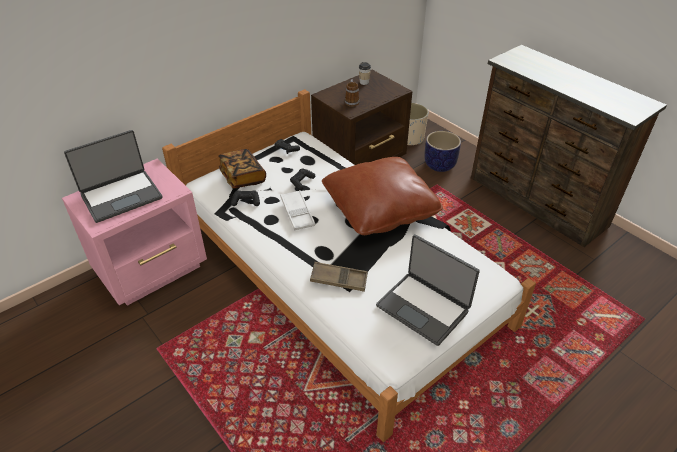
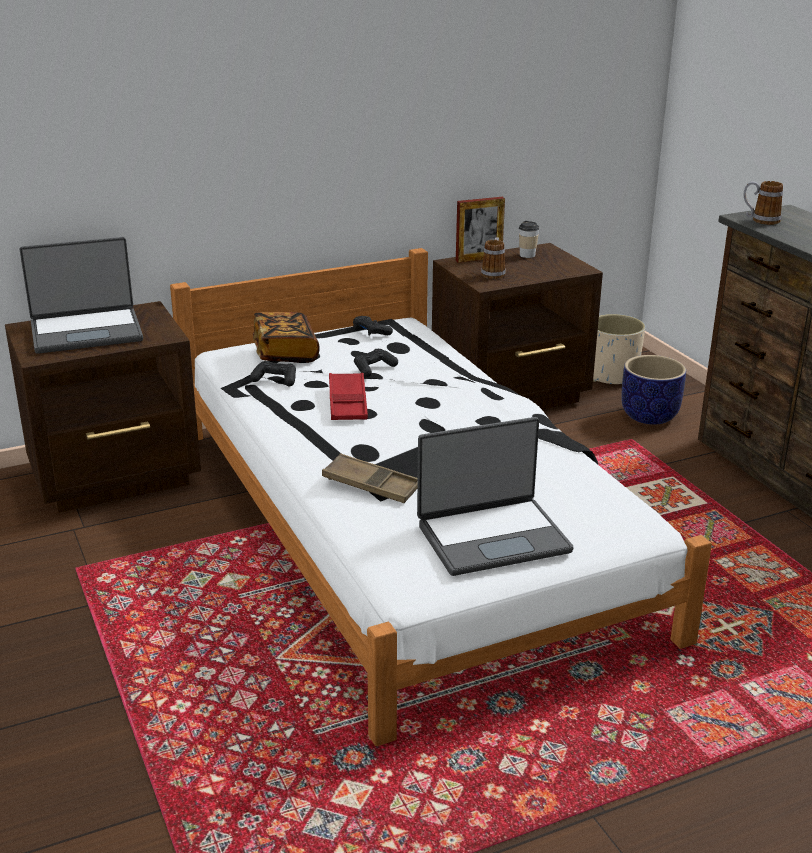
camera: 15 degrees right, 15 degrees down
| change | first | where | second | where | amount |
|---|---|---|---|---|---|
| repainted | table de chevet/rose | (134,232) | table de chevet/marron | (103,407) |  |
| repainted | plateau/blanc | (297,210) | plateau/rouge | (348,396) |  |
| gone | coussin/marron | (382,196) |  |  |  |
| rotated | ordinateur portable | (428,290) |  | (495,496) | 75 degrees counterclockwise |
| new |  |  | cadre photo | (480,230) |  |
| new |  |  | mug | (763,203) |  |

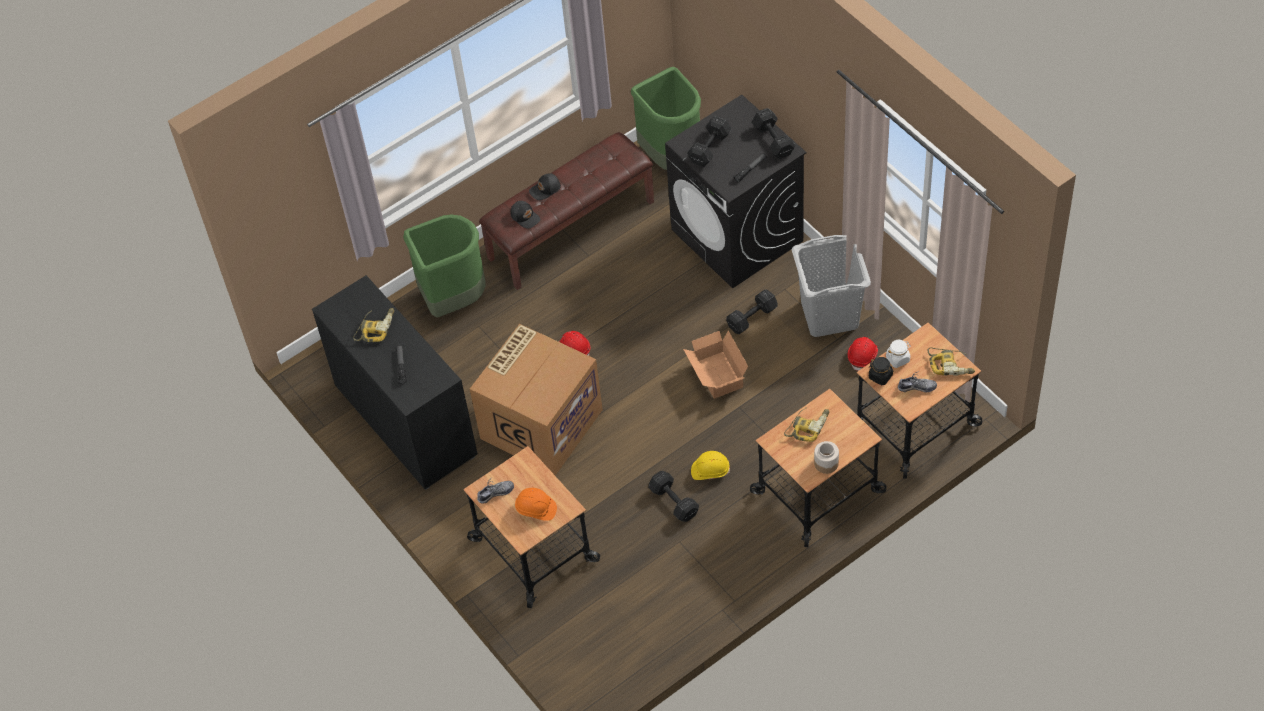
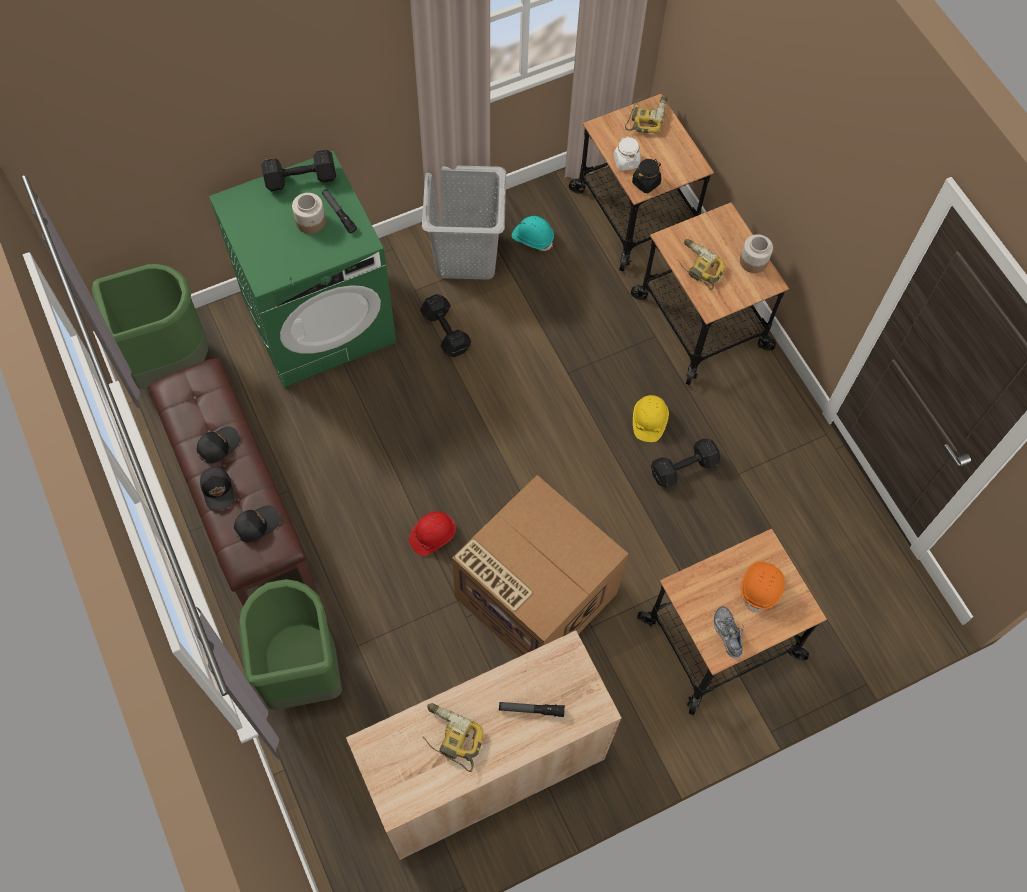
camera: 85 degrees left, 10 degrees up
| change | first | where | second | where | amount |
|---|---|---|---|---|---|
| repainted | meuble de rangement/noir | (395,382) | meuble de rangement/beige | (484,745) |  |
| repainted | lave-linge/noir | (735,191) | lave-linge/vert | (302,269) |  |
| gone | carton | (715,365) |  |  |  |
| gone | haltère/noir | (709,141) |  |  |  |
| repainted | casque de chantier/rouge | (863,354) | casque de chantier/turquoise | (533,233) |  |
| gone | chaussure | (917,381) |  |  |  |
| new |  |  | casquette/noir | (218,445) |  |
| new |  |  | bocal | (309,213) |  |

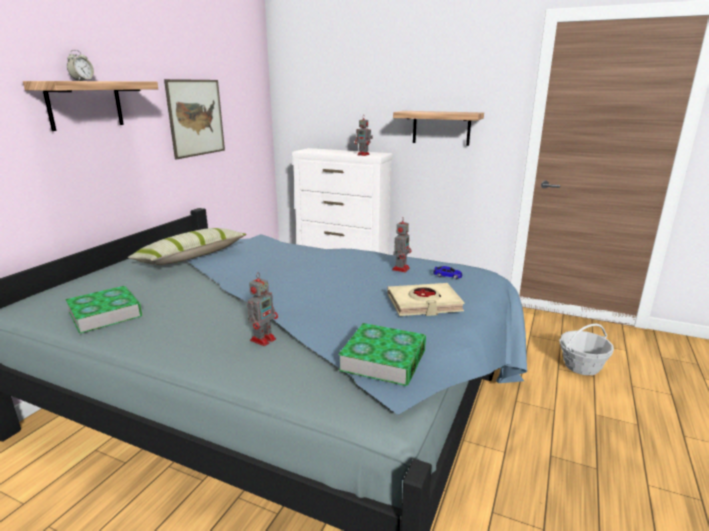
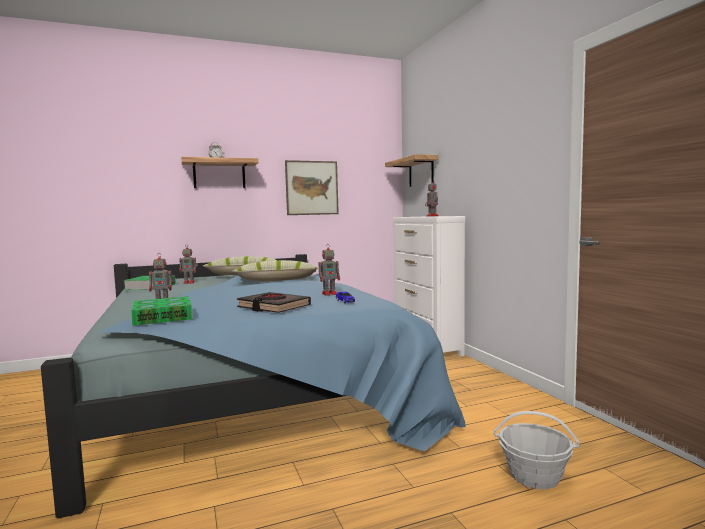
camera: 45 degrees right, 15 degrees down
| change | first | where | second | where | amount |
|---|---|---|---|---|---|
| repainted | livre/beige | (425,299) | livre/noir | (274,302) |  |
| shifted | étagère | (438,128) |  | (412,170) |  |
| new |  |  | robot jouet | (188,266) |  |
| new |  |  | coussin | (275,270) |  |

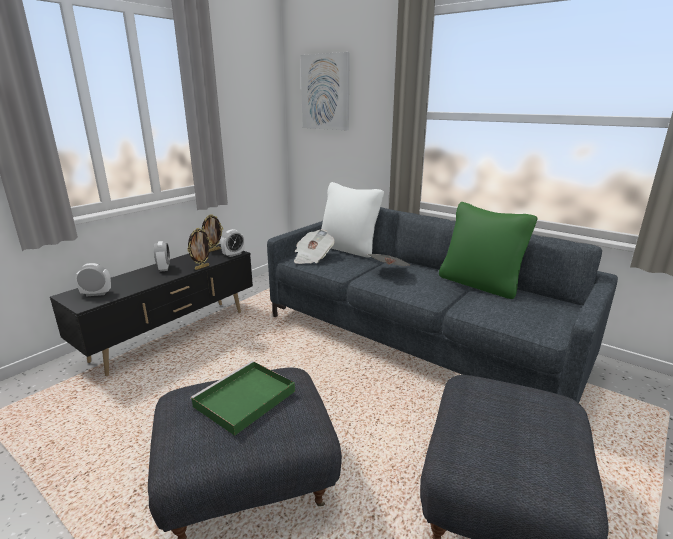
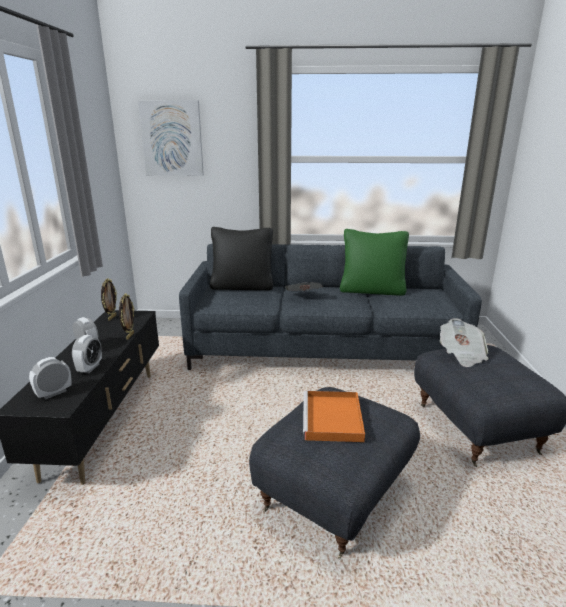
camera: 35 degrees left, 0 degrees up
| change | first | where | second | where | amount |
|---|---|---|---|---|---|
| repainted | plateau/vert | (242,398) | plateau/orange | (334,416) |  |
| shifted | réveil | (232,243) |  | (87,354) |  |
| shifted | journal | (314,246) |  | (464,343) |  |
| repainted | coussin/blanc | (352,220) | coussin/noir | (241,258) |  |

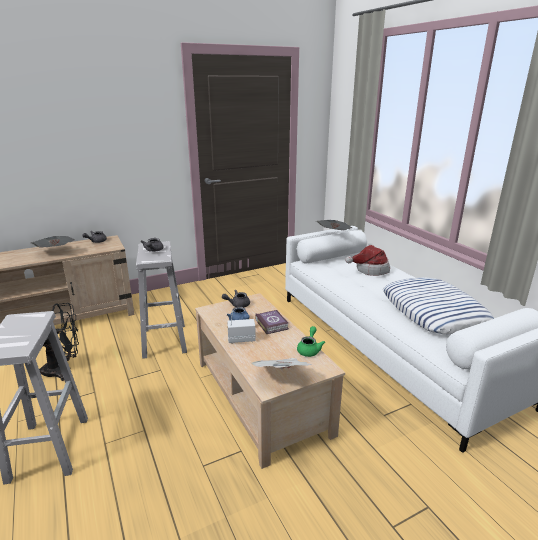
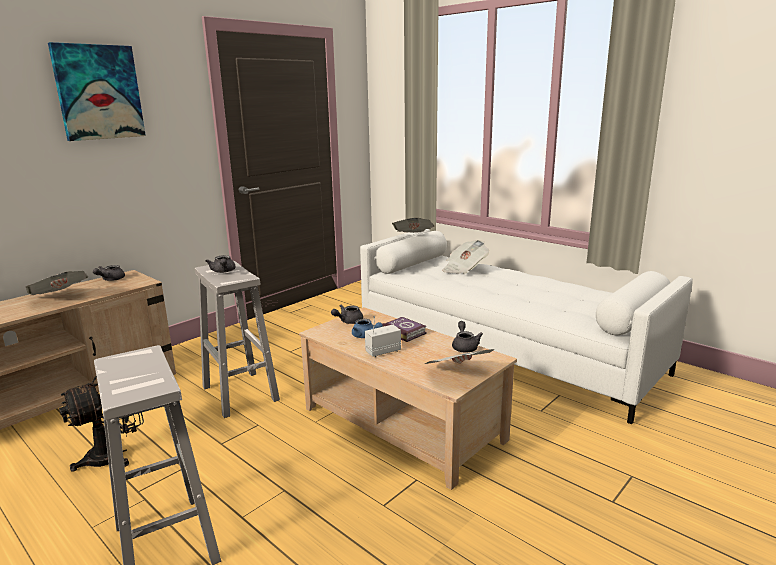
camera: 20 degrees left, 5 degrees down
| change | first | where | second | where | amount |
|---|---|---|---|---|---|
| repainted | théière/vert | (311,341) | théière/gris | (467,337) |  |
| swapped | chapeau | (367,260) | journal | (465,257) |  |
| gone | coussin | (438,305) |  |  |  |
| new |  |  | tableau | (97,91) |  |

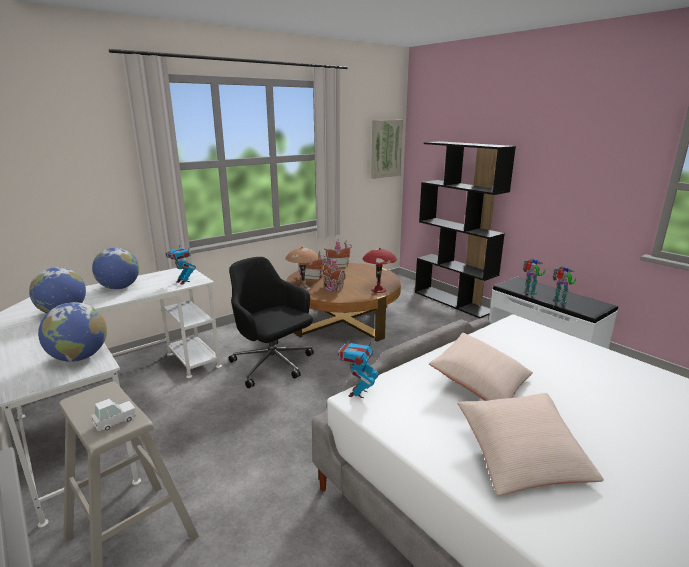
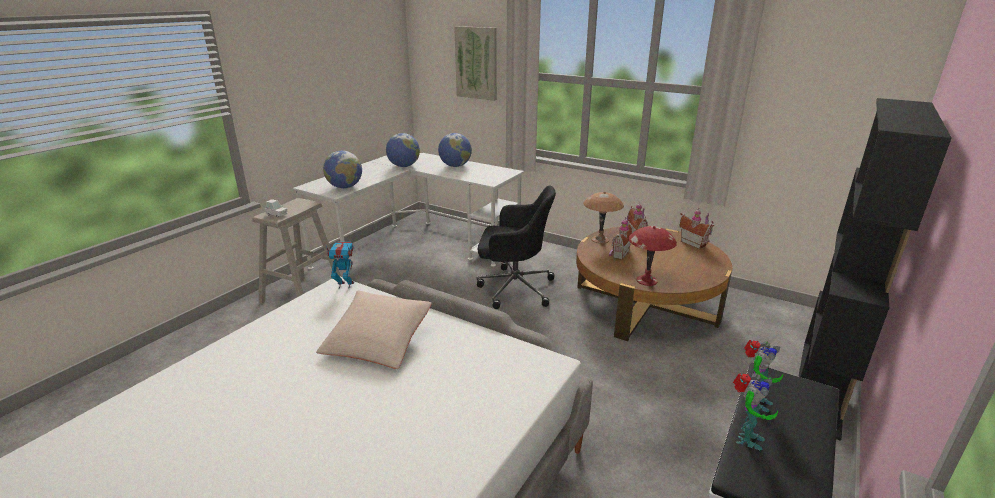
camera: 70 degrees right, 5 degrees up
| change | first | where | second | where | amount |
|---|---|---|---|---|---|
| gone | robot jouet | (181,262) |  |  |  |
| rotated | chaise de bureau/noir | (271,322) |  | (516,247) | 75 degrees clockwise |
| shifted | tableau | (387,149) |  | (475,63) |  |
| gone | coussin/beige | (530,444) |  |  |  |

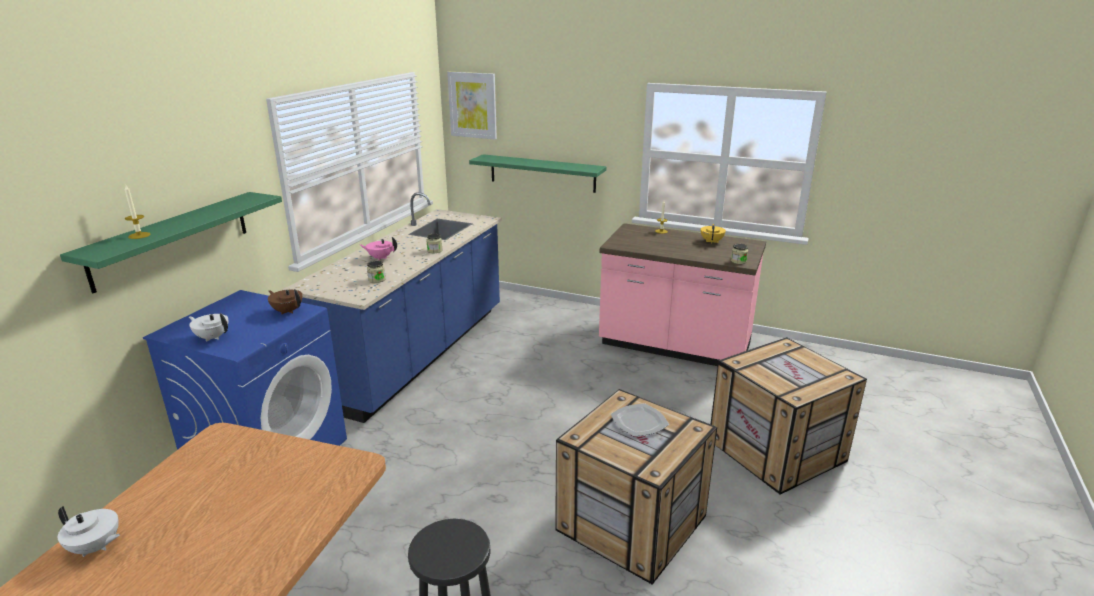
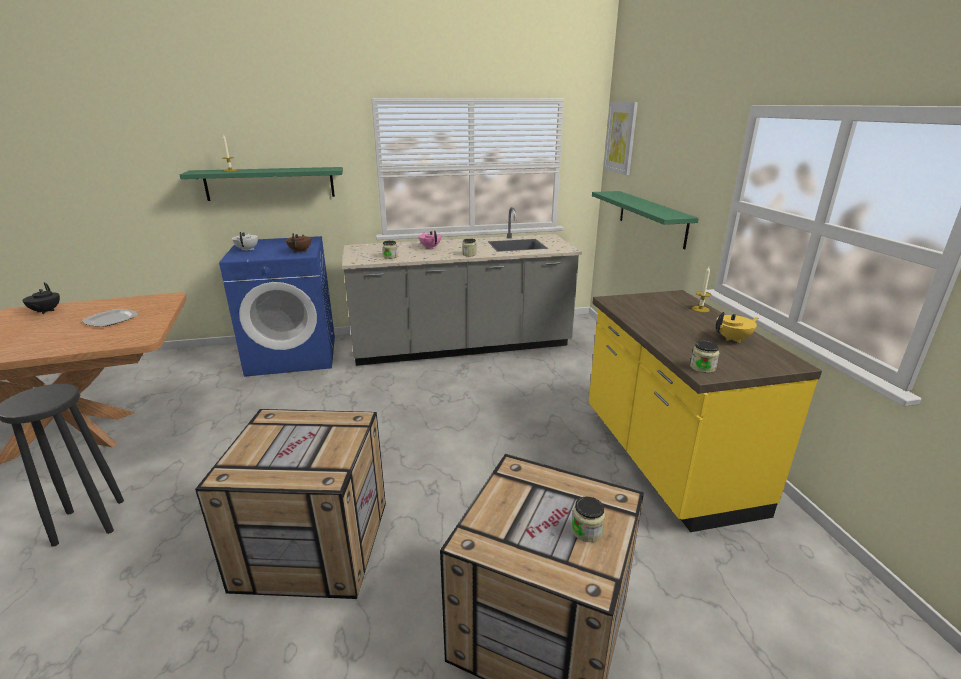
camera: 55 degrees right, 0 degrees up
| change | first | where | second | where | amount |
|---|---|---|---|---|---|
| repainted | théière/blanc | (89,531) | théière/noir | (41,298) |  |
| repainted | comptoir de cuisine/bleu | (392,307) | comptoir de cuisine/gris | (462,286) |  |
| repainted | comptoir de cuisine/rose | (682,294) | comptoir de cuisine/jaune | (705,411) |  |
| shifted | assiette | (640,419) |  | (111,318) |  |
| new |  |  | bocal | (588,519) |  |

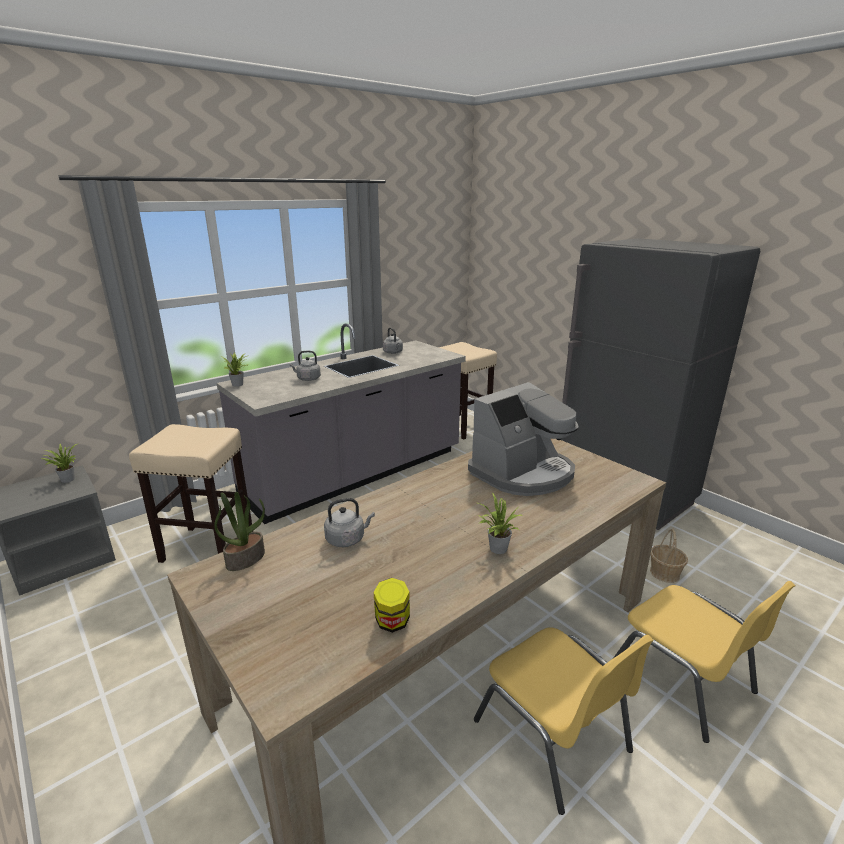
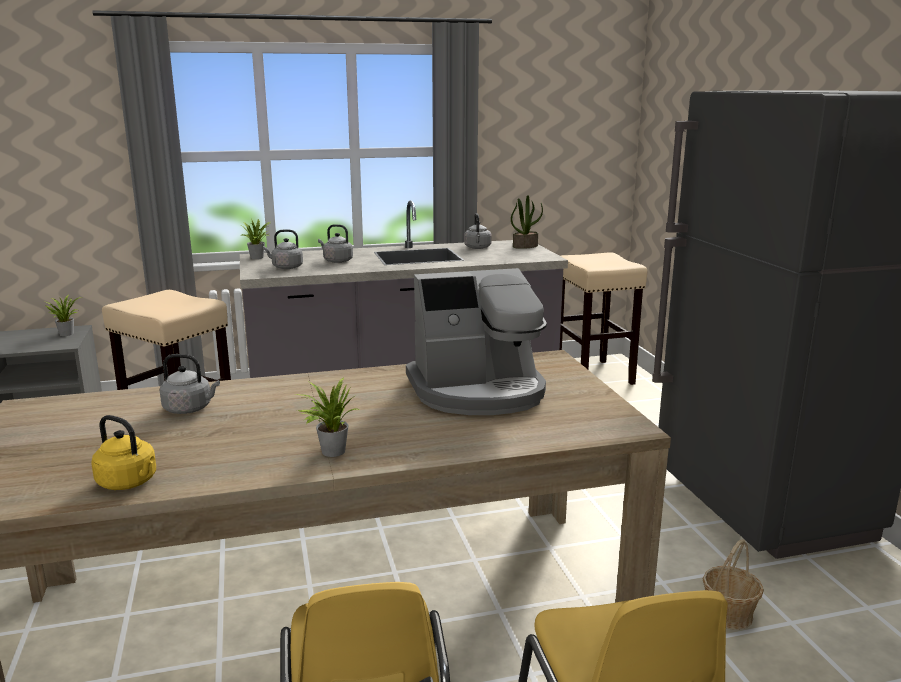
camera: 25 degrees right, 5 degrees down
| change | first | where | second | where | amount |
|---|---|---|---|---|---|
| shifted | plante en pot | (239,531) |  | (527,222) |  |
| swapped | bocal | (392,605) | bouilloire/jaune | (123,452) |  |
| new |  |  | bouilloire/gris | (283,249) |  |

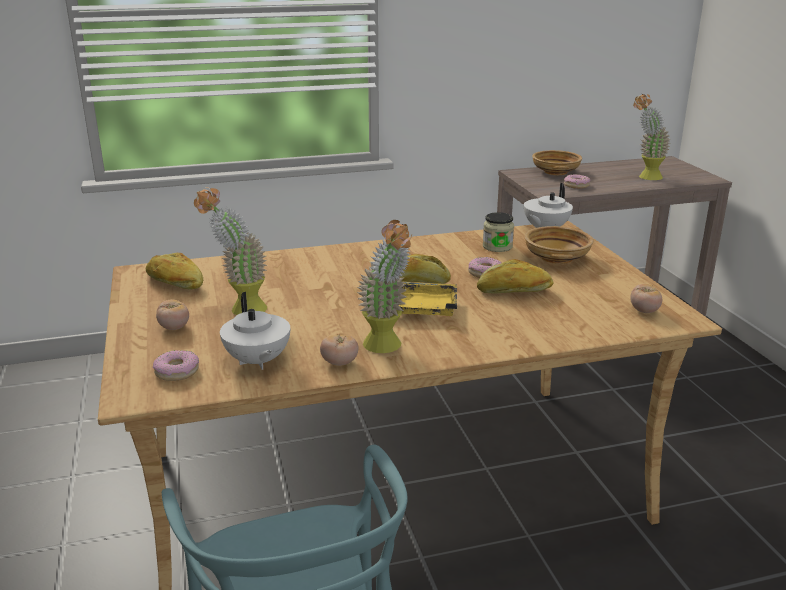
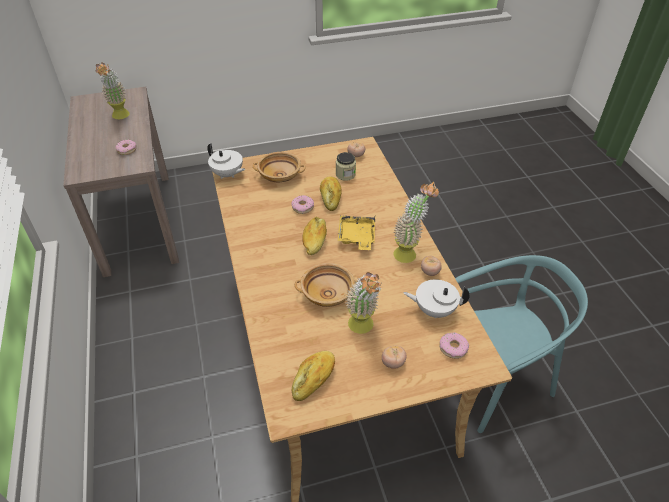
camera: 90 degrees left, 20 degrees up
| change | first | where | second | where | amount |
|---|---|---|---|---|---|
| rotated | théière/blanc | (255,331) |  | (437,298) | 150 degrees counterclockwise |
| shifted | bocal | (498,232) |  | (346,166) |  |
| shifted | bol/beige | (557,162) |  | (326,285) |  |

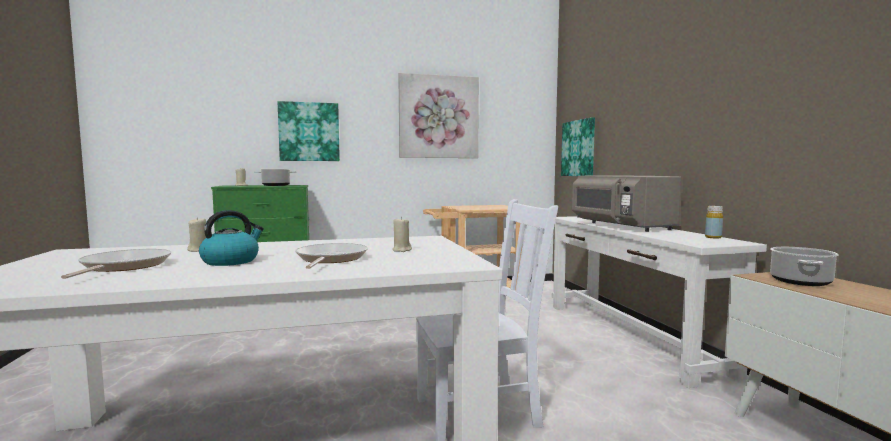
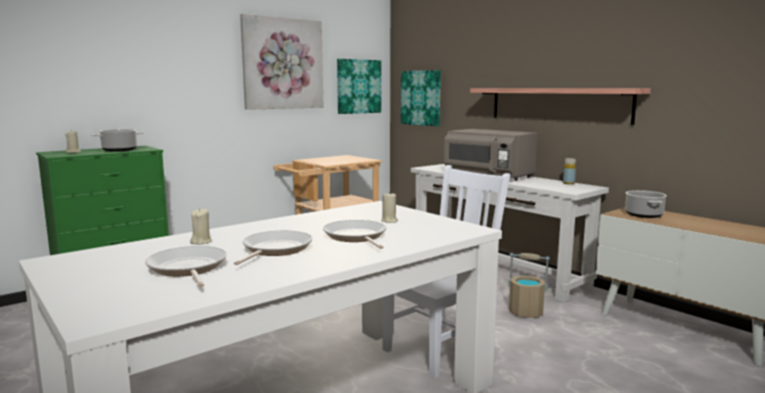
camera: 25 degrees left, 5 degrees up
| change | first | where | second | where | amount |
|---|---|---|---|---|---|
| swapped | bouilloire | (231,238) | poêle | (273,248) |  |
| shifted | tableau | (309,131) |  | (359,86) |  |
| new |  |  | étagère | (560,106) |  |
| new |  |  | seau/beige | (529,285) |  |

